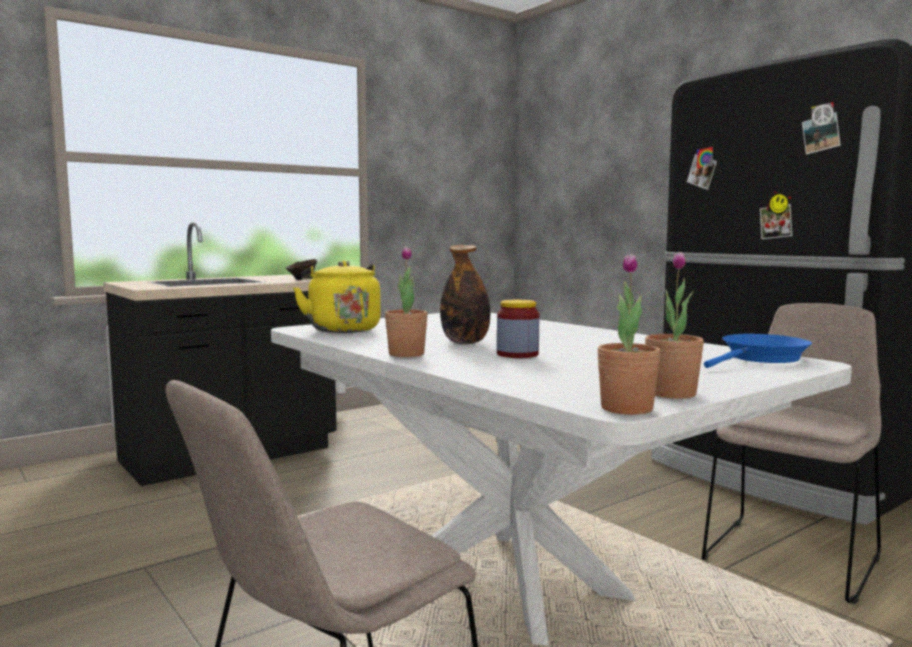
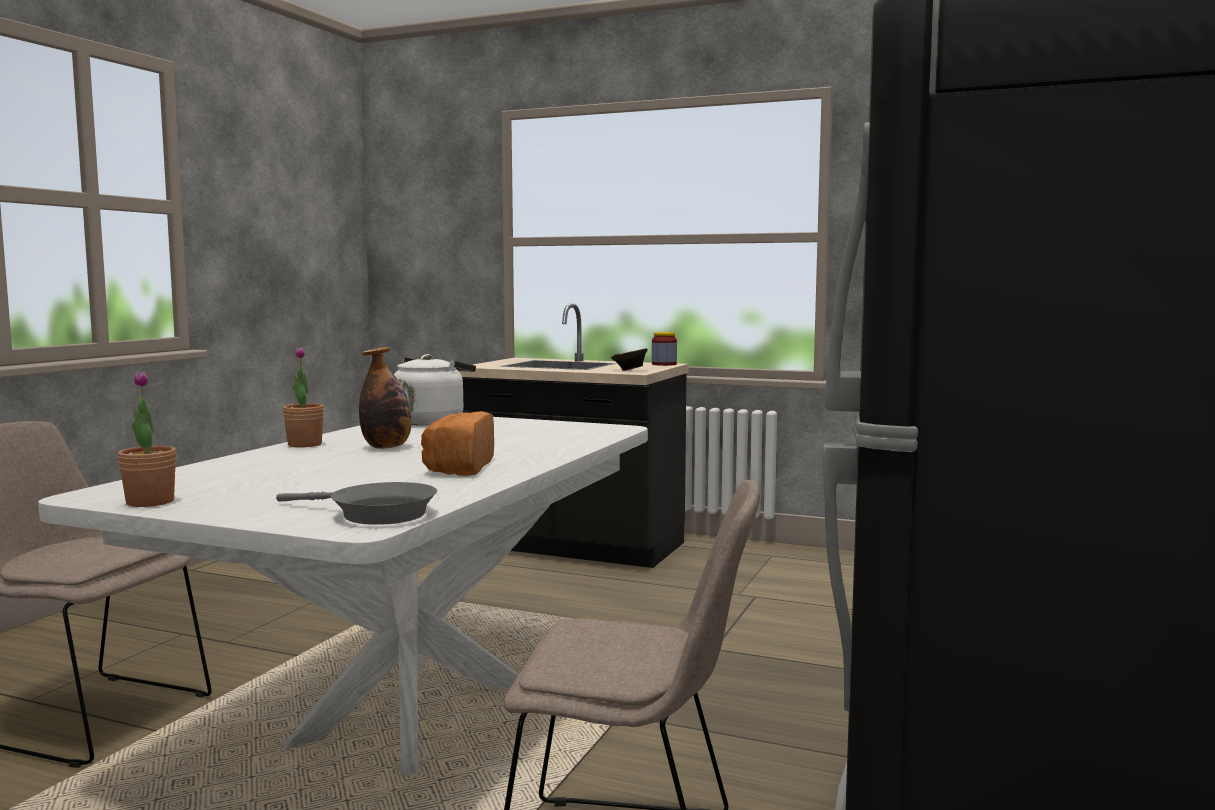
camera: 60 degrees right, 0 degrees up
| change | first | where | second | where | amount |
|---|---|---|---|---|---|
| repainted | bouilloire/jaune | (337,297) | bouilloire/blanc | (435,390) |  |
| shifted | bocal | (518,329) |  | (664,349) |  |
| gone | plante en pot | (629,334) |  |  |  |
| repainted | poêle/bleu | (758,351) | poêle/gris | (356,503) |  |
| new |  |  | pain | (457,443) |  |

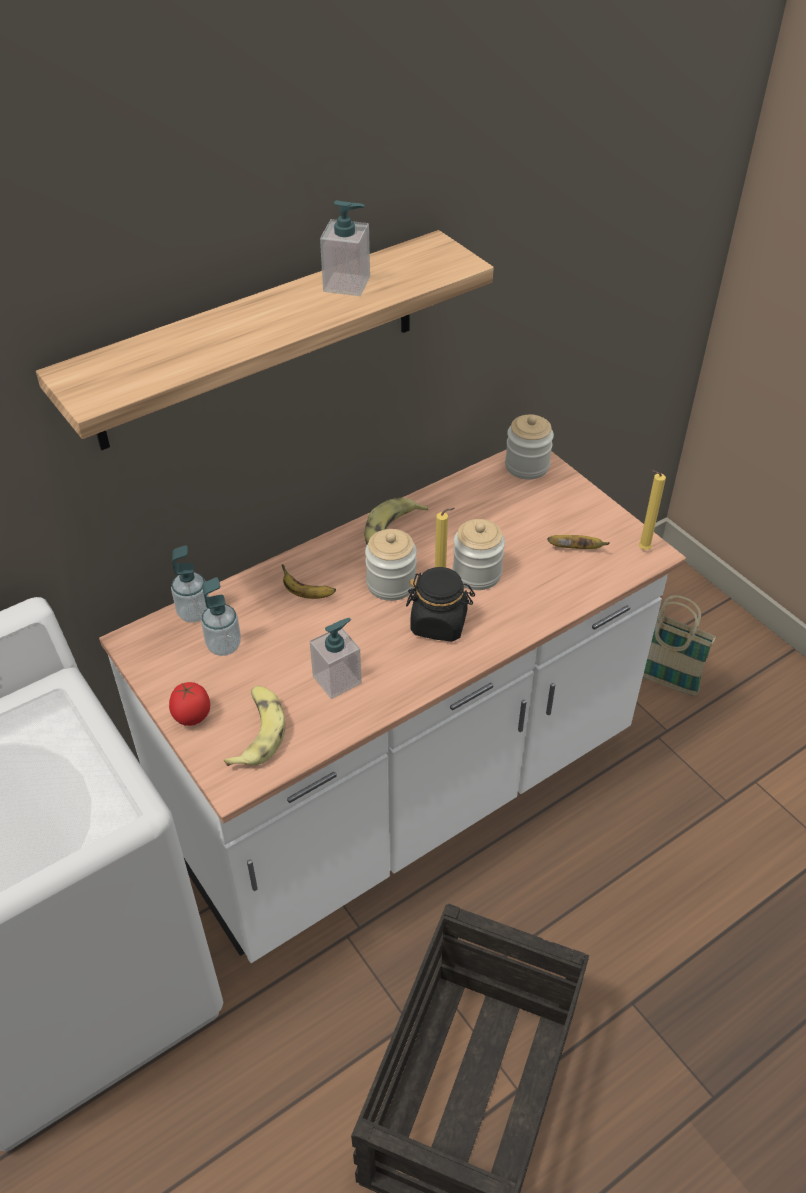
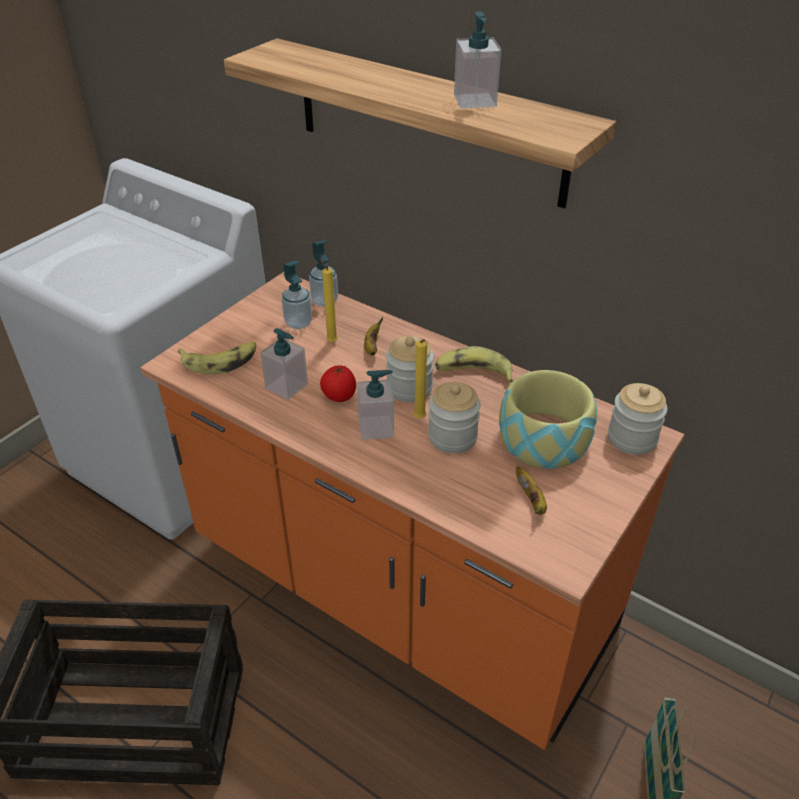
camera: 70 degrees right, 5 degrees down
| change | first | where | second | where | amount |
|---|---|---|---|---|---|
| repainted | comptoir de cuisine/blanc | (392,706) | comptoir de cuisine/orange | (412,511) |  |
| shifted | tomate | (189,704) |  | (338,383) |  |
| swapped | bocal/noir | (440,604) | distributeur de savon | (375,405) |  |
| shifted | bougie/jaune | (652,510) |  | (329,300) |  |
| new |  |  | bol | (548,419) |  |

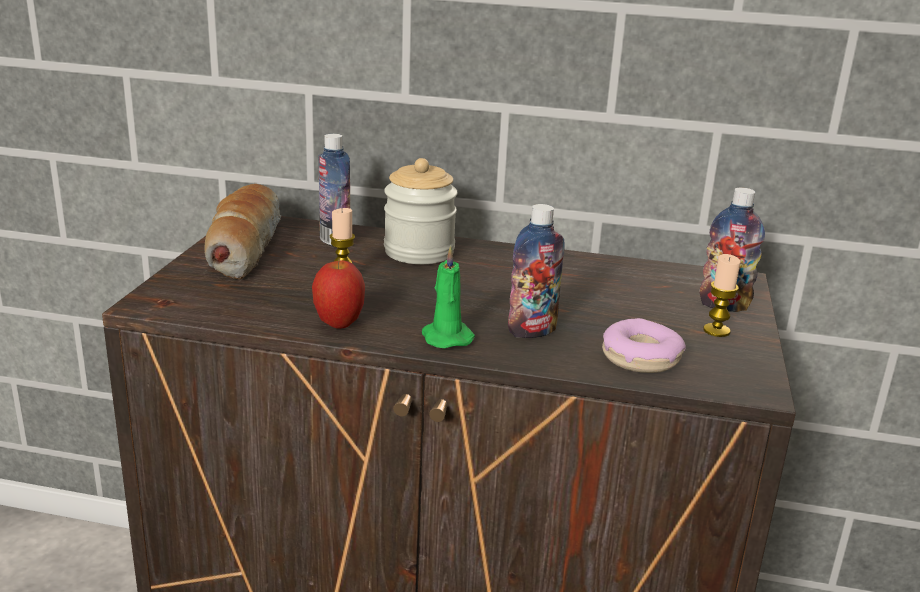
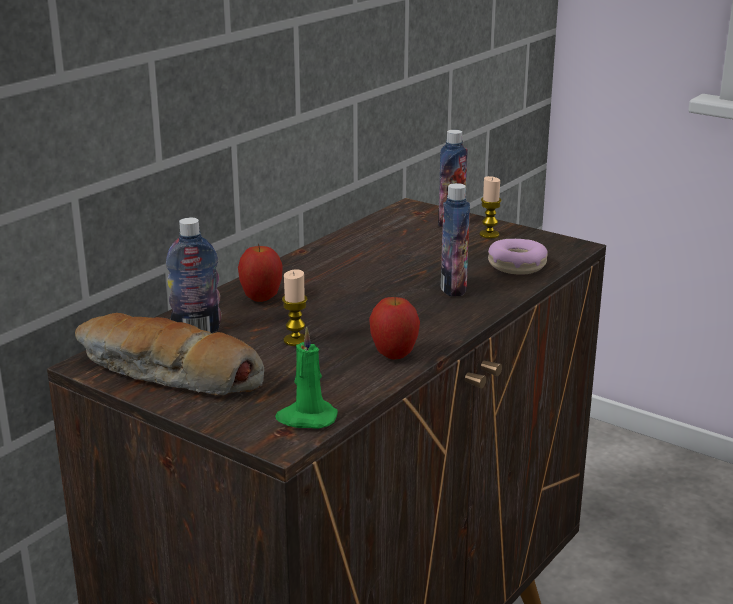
camera: 65 degrees left, 0 degrees up
| change | first | where | second | where | amount |
|---|---|---|---|---|---|
| swapped | bocal | (421,211) | pomme | (260,272) |  |
| shifted | bougie/vert | (448,296) |  | (306,378) |  |

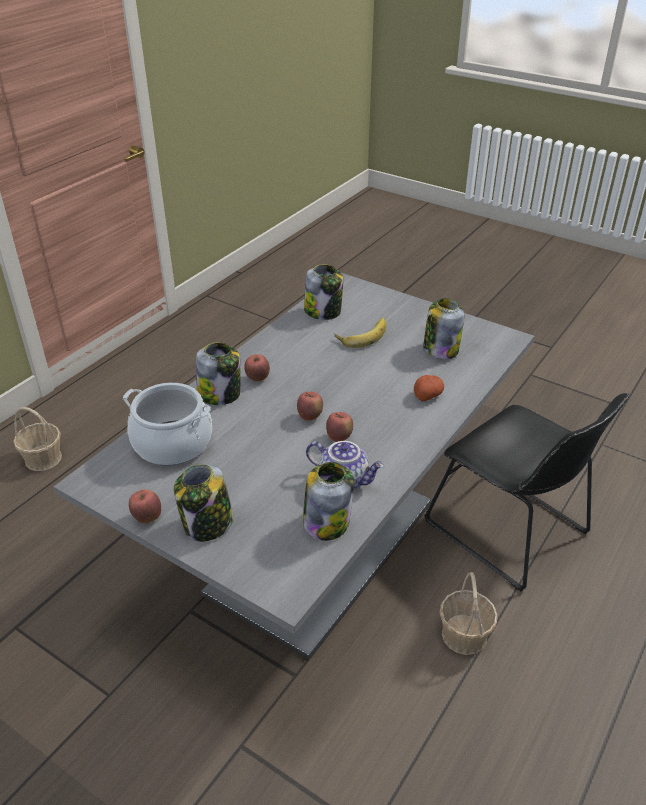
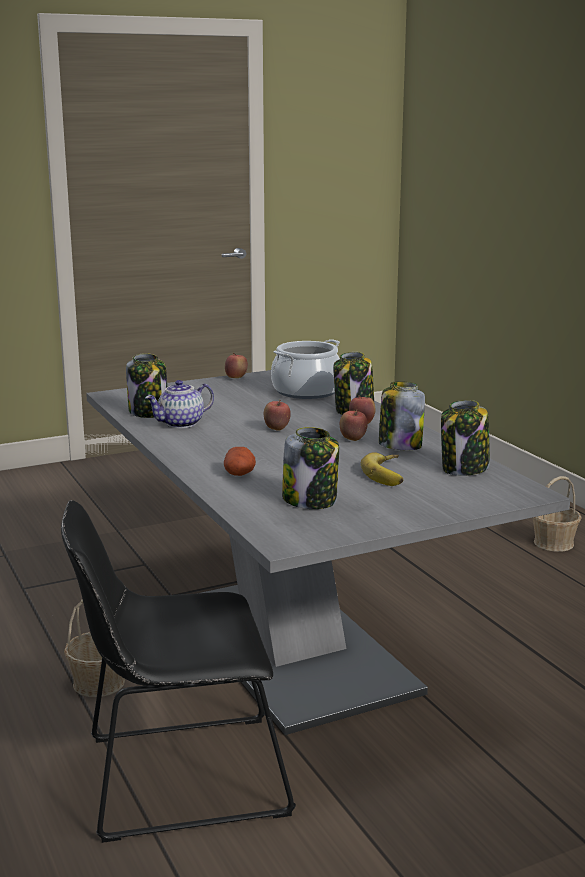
camera: 120 degrees right, 20 degrees down
| change | first | where | second | where | amount |
|---|---|---|---|---|---|
| shifted | bocal | (204,503) |  | (402,415) |  |
| shifted | pomme | (339,427) |  | (354,425) |  |

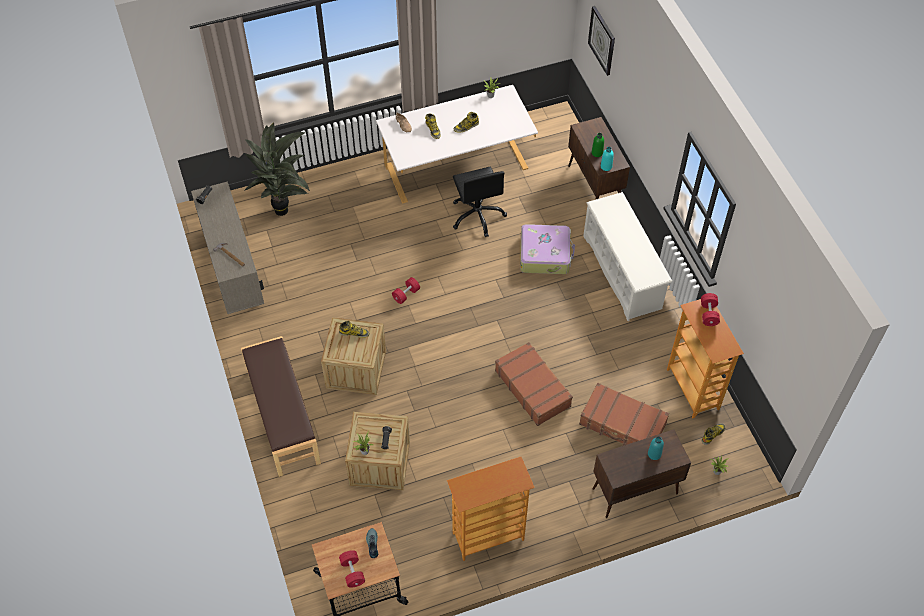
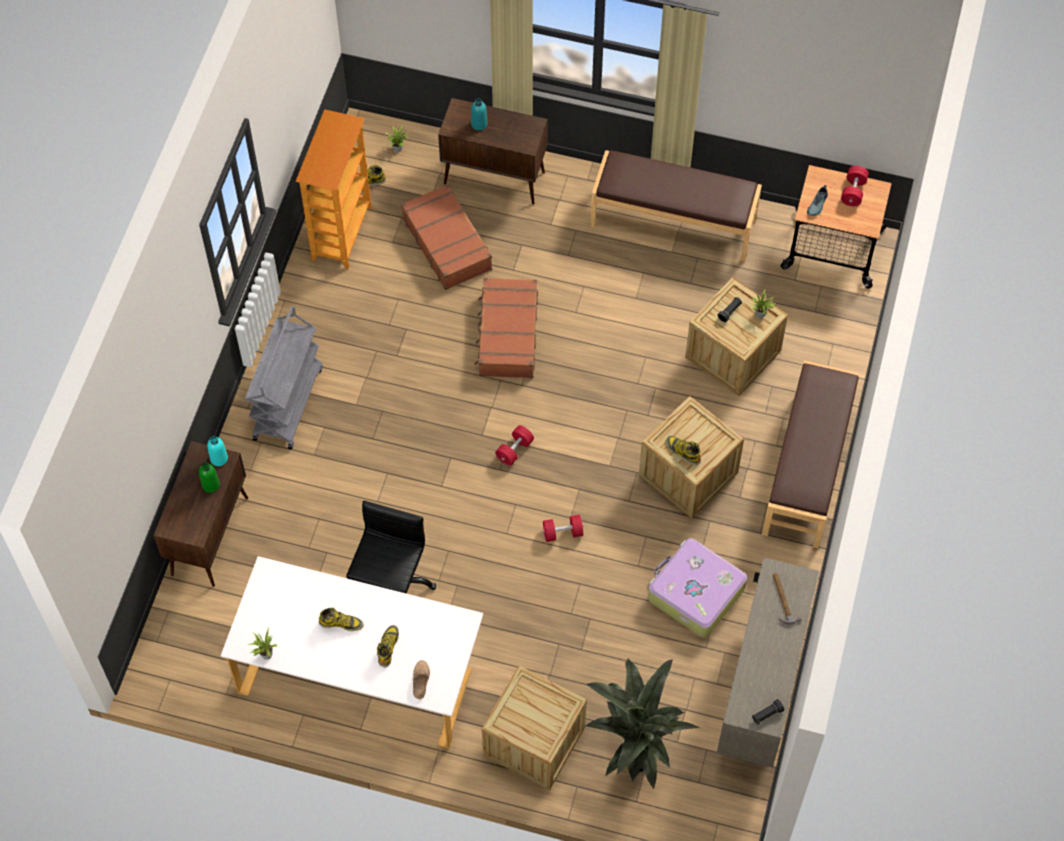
camera: 145 degrees left, 5 degrees up
| change | first | where | second | where | amount |
|---|---|---|---|---|---|
| swapped | bibliothèque | (491,509) | banc/marron | (676,206) |  |
| shifted | valise | (547,249) |  | (697,587) |  |
| swapped | étagère à chaussures/blanc | (627,256) | chariot/gris | (284,378) |  |
| gone | horloge murale | (601,41) |  |  |  |
| shifted | haltère/rouge | (710,309) |  | (514,445) |  |
| new |  |  | caisse | (534,727) |  |

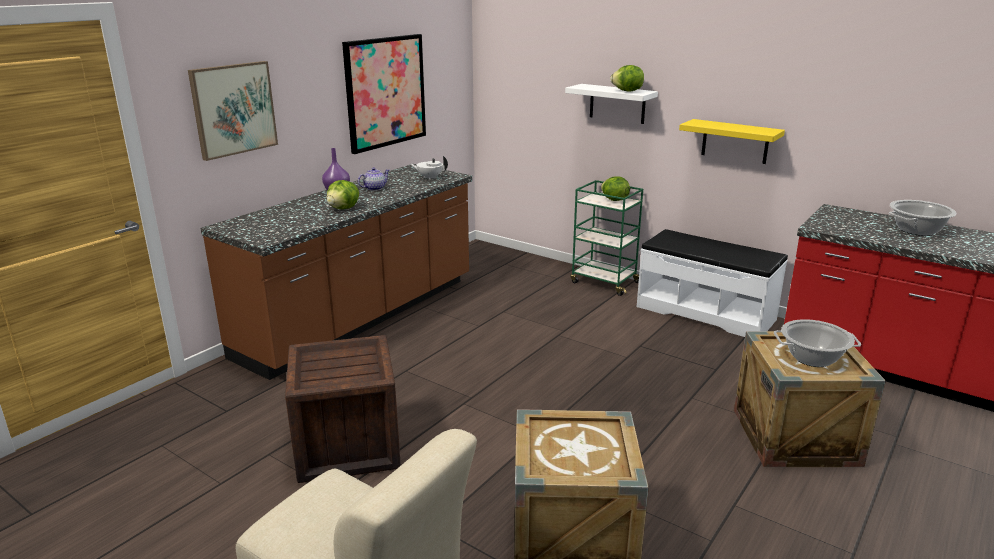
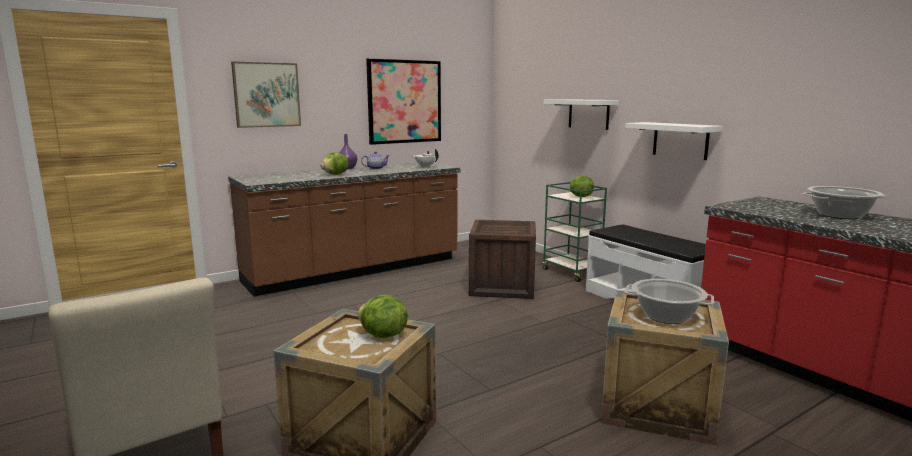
camera: 20 degrees right, 10 degrees down
| change | first | where | second | where | amount |
|---|---|---|---|---|---|
| shifted | caisse | (343,409) |  | (502,259) |  |
| shifted | laitue | (627,78) |  | (382,316) |  |
| repainted | étagère/jaune | (732,141) | étagère/blanc | (674,141) |  |

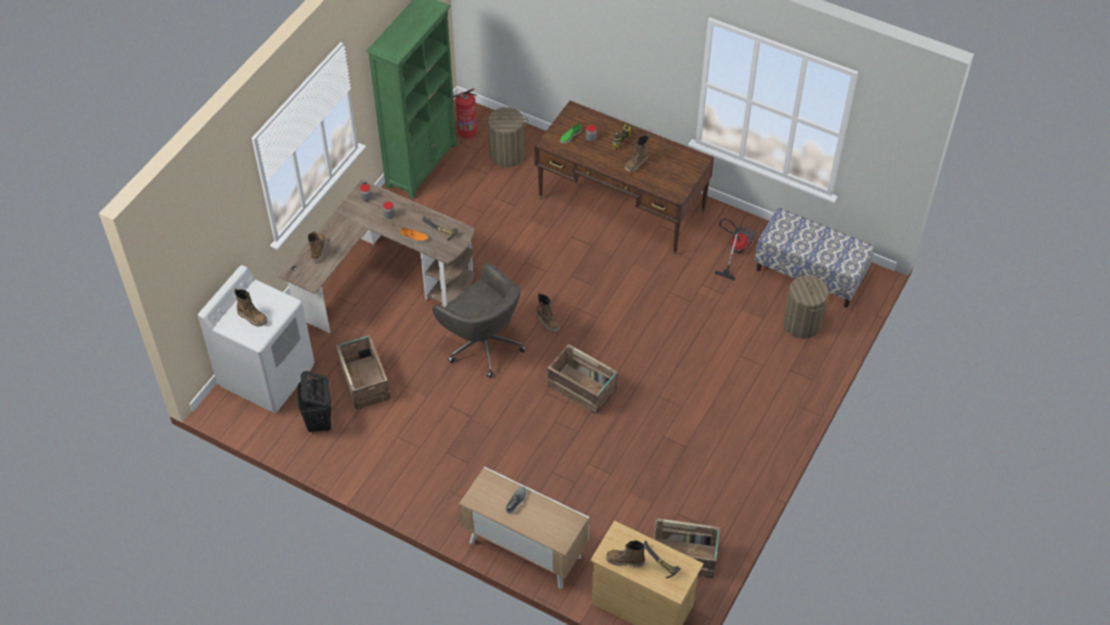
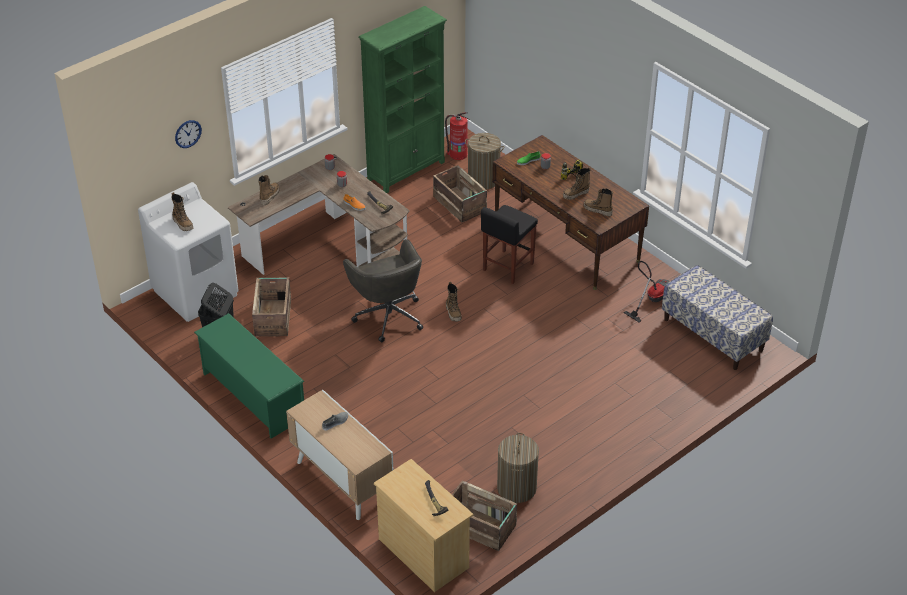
camera: 20 degrees right, 10 degrees down
| change | first | where | second | where | amount |
|---|---|---|---|---|---|
| shifted | caisse | (583,379) |  | (460,193) |  |
| shifted | botte | (626,553) |  | (598,202) |  |
| shifted | panier à linge | (806,306) |  | (518,468) |  |
| new |  |  | horloge murale | (188,134) |  |
| new |  |  | étagère à chaussures/vert | (249,376) |  |
| new |  |  | tabouret/noir | (509,244) |  |

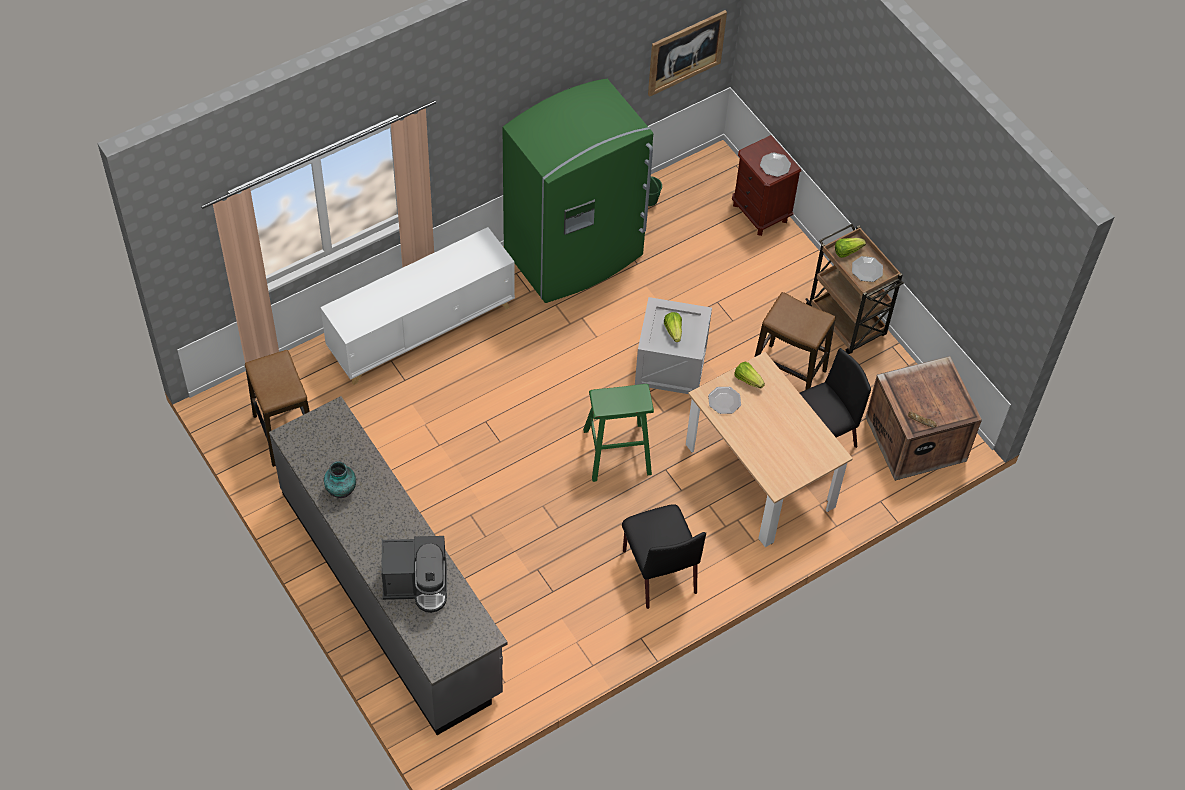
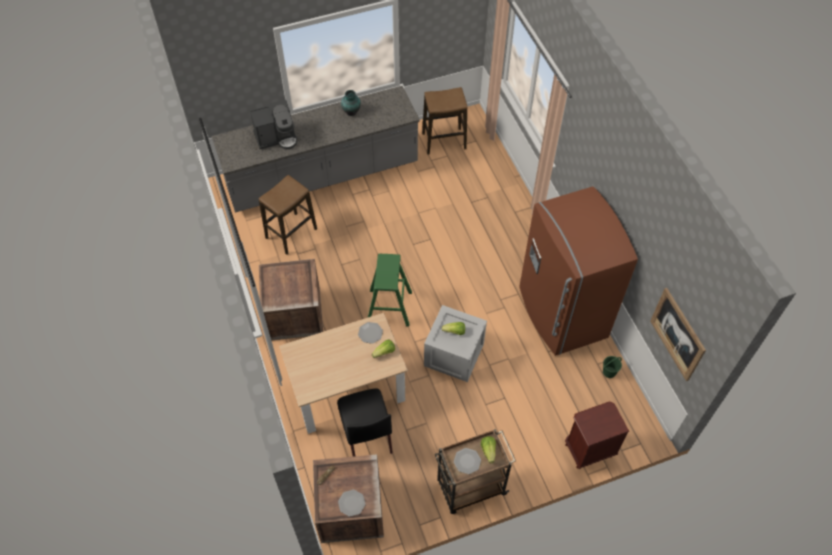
camera: 105 degrees right, 0 degrees up
| change | first | where | second | where | amount |
|---|---|---|---|---|---|
| gone | meuble de rangement/blanc | (417,306) |  |  |  |
| rotated | machine à café | (414,574) |  | (273,124) | 120 degrees counterclockwise |
| repainted | réfrigérateur/vert | (578,191) | réfrigérateur/marron | (578,271) |  |
| swapped | chaise/noir | (664,557) | caisse | (291,299) |  |
| shifted | tabouret | (795,341) |  | (288,215) |  |
| shifted | assiette | (775,164) |  | (351,503) |  |

